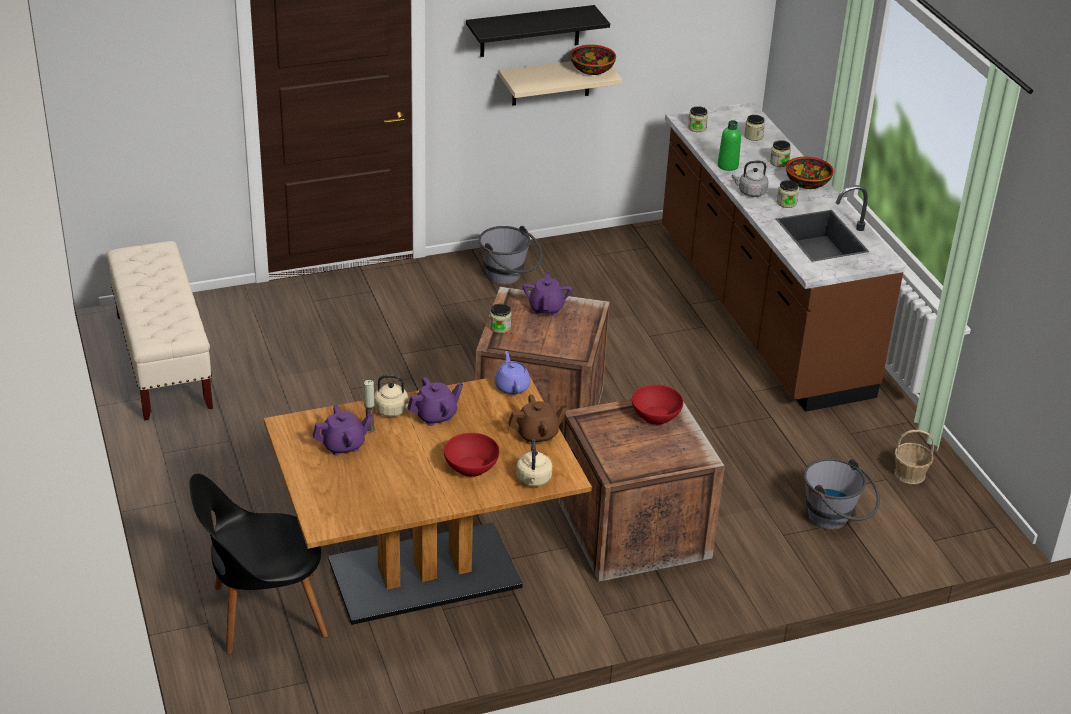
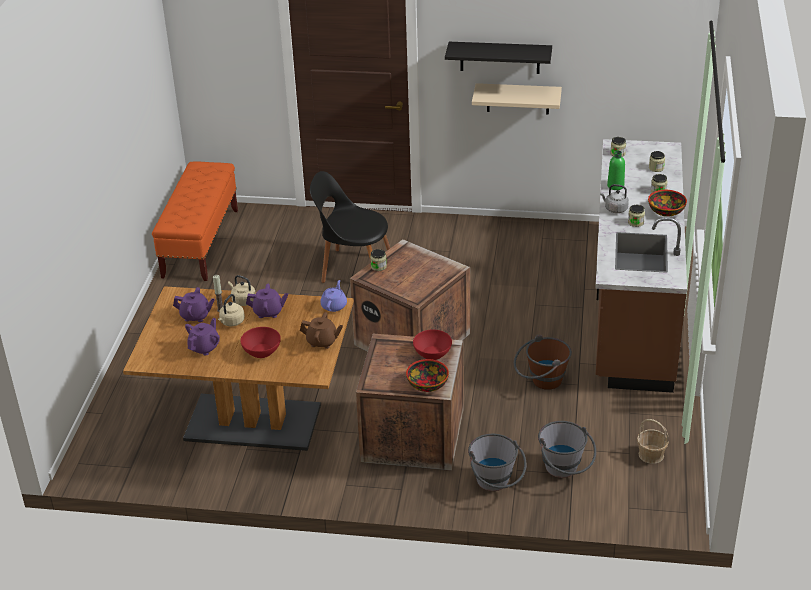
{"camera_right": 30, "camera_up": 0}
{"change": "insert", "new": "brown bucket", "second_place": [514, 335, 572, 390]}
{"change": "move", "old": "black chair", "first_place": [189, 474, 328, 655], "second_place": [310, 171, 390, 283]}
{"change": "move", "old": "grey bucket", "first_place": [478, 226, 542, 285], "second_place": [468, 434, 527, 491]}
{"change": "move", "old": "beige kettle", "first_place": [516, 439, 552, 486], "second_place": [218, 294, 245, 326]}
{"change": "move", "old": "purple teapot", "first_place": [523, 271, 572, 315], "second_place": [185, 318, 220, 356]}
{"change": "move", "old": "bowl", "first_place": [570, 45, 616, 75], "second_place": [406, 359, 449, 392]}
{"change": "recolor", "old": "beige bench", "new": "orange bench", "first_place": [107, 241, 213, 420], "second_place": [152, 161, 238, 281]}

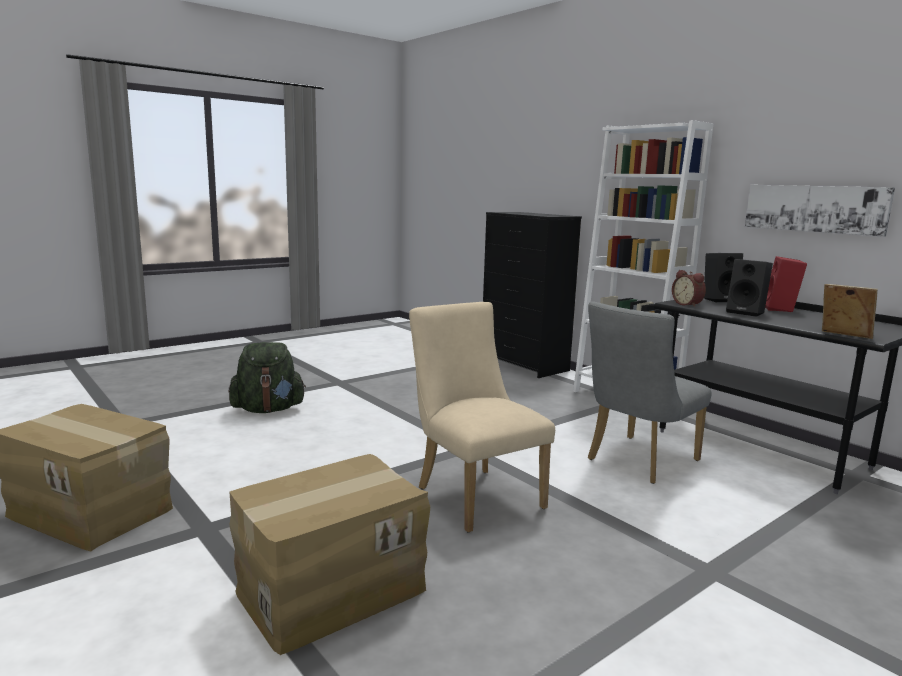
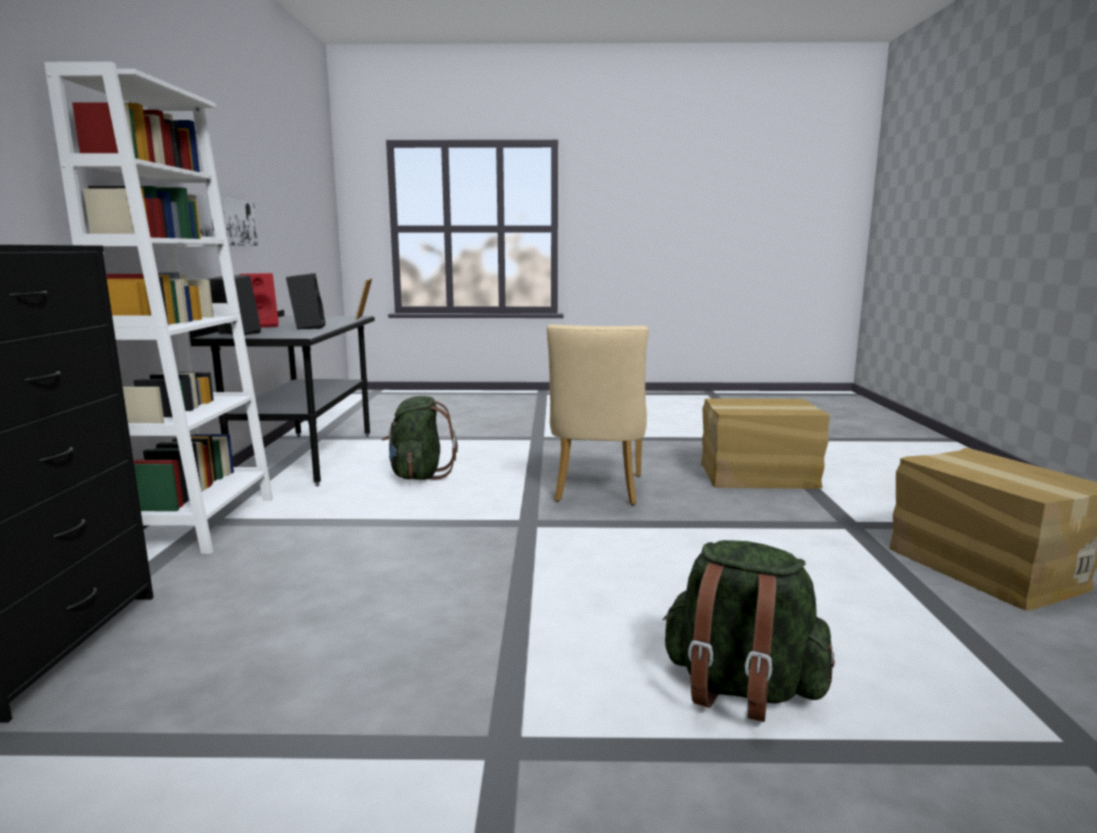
{"camera_right": -140, "camera_up": 0}
{"change": "delete", "old": "alarm clock", "first_place": [672, 270, 706, 307]}
{"change": "replace", "old": "grey chair", "new": "green backpack", "first_place": [588, 301, 712, 484], "second_place": [382, 396, 458, 480]}

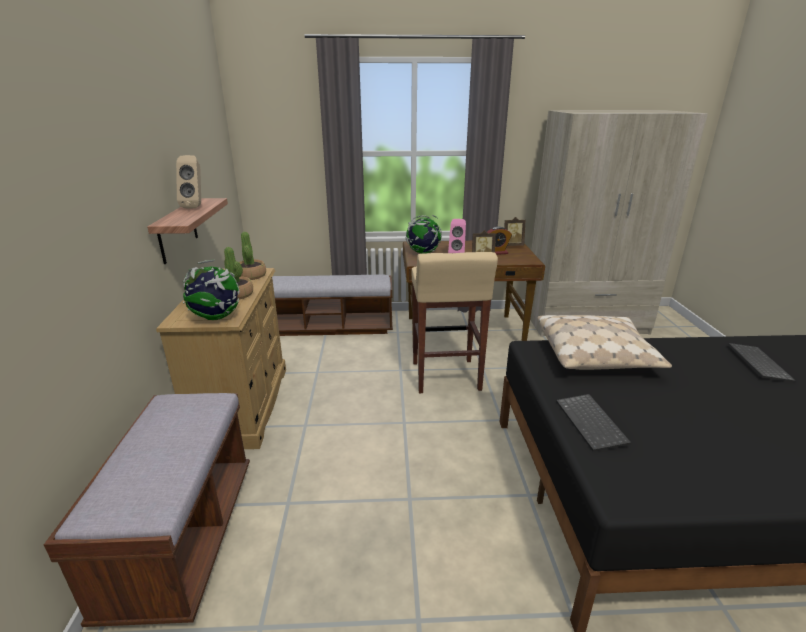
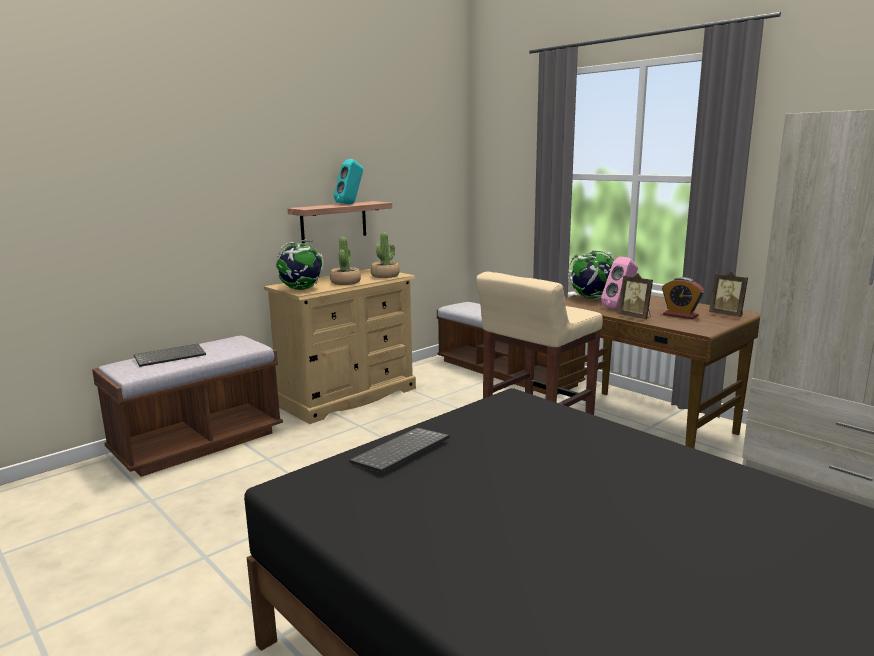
{"camera_right": 50, "camera_up": -10}
{"change": "delete", "old": "beige pillow", "first_place": [537, 315, 672, 370]}
{"change": "move", "old": "keyboard", "first_place": [728, 343, 796, 383], "second_place": [134, 344, 206, 367]}
{"change": "recolor", "old": "beige speaker", "new": "turquoise speaker", "first_place": [176, 155, 201, 209], "second_place": [334, 159, 363, 204]}

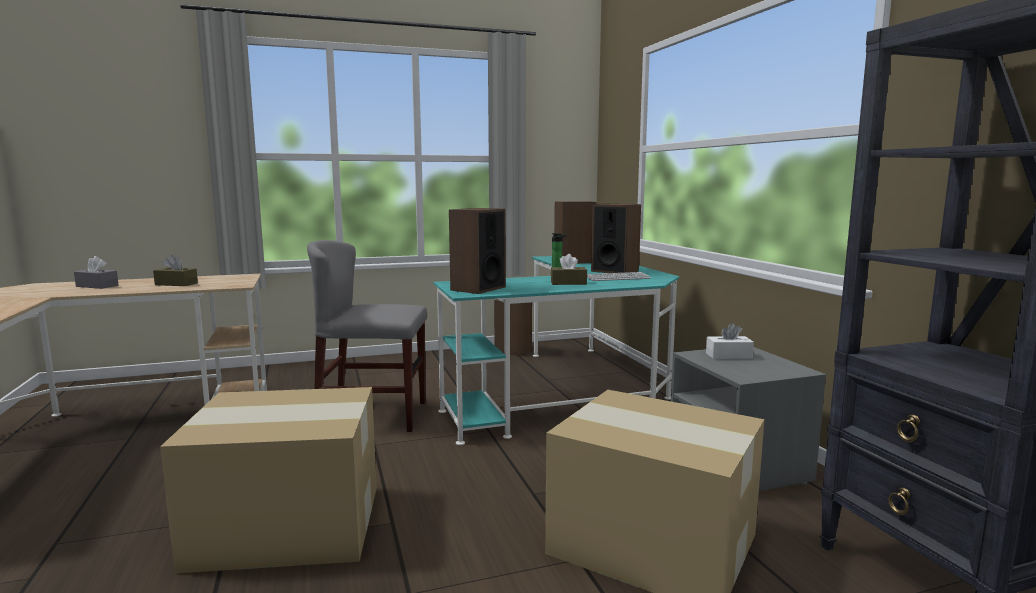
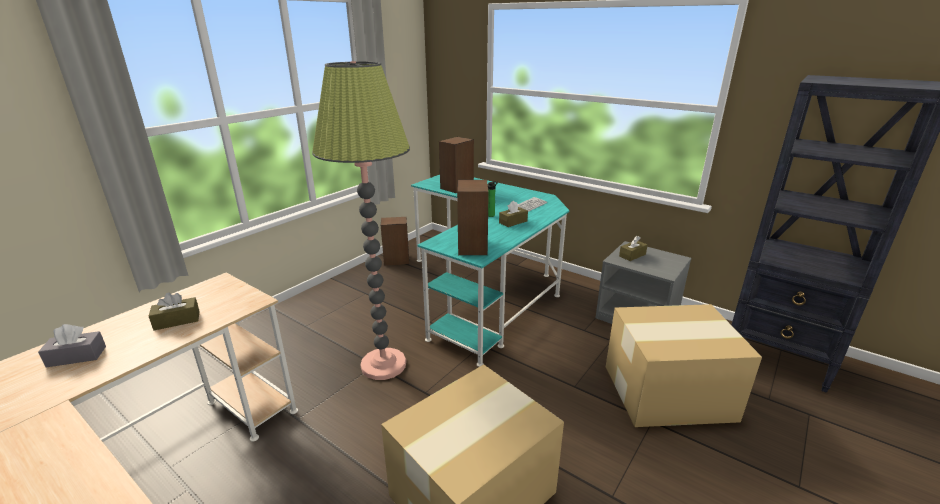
{"camera_right": -35, "camera_up": 15}
{"change": "delete", "old": "speaker", "first_place": [591, 204, 641, 273]}
{"change": "replace", "old": "grey chair", "new": "floor lamp", "first_place": [307, 240, 427, 432], "second_place": [312, 61, 410, 380]}
{"change": "recolor", "old": "white tissue box", "new": "brown tissue box", "first_place": [706, 323, 754, 359], "second_place": [619, 236, 648, 261]}

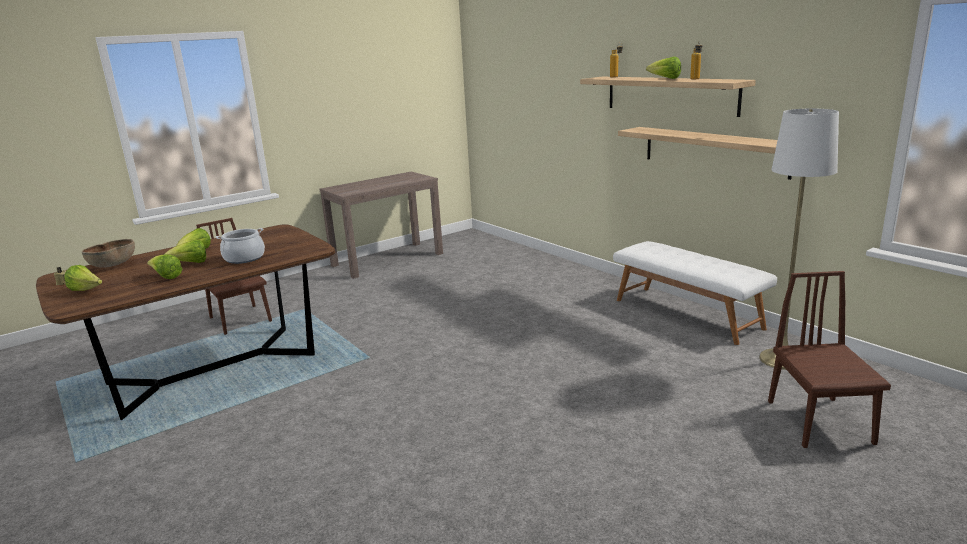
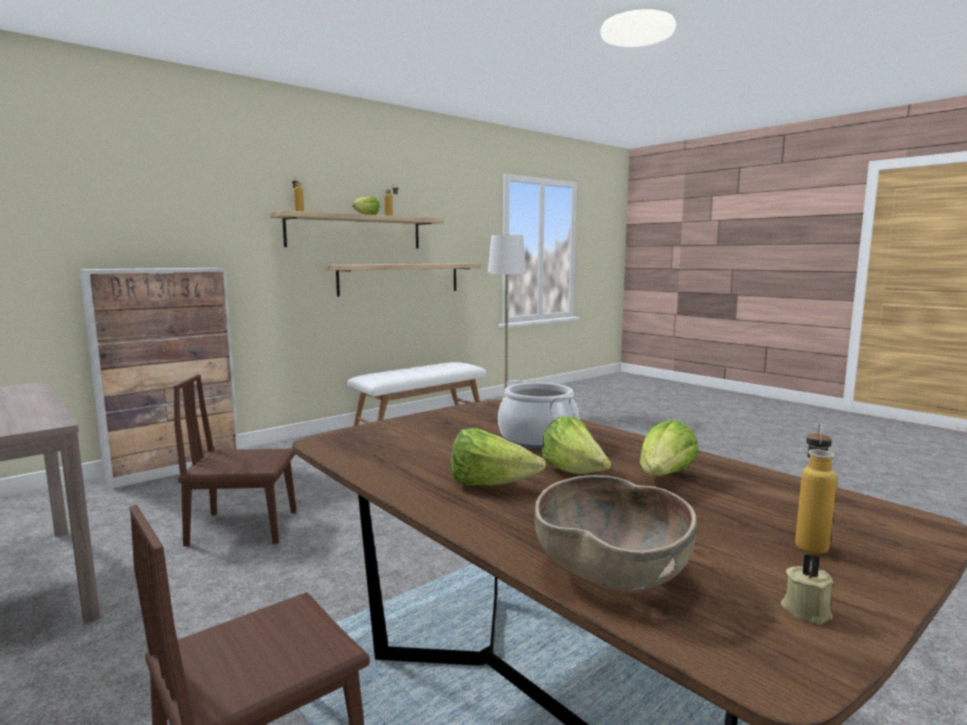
{"camera_right": -95, "camera_up": -10}
{"change": "insert", "new": "cabinet", "second_place": [79, 268, 239, 489]}
{"change": "move", "old": "brown chair", "first_place": [768, 271, 891, 448], "second_place": [174, 374, 296, 546]}
{"change": "replace", "old": "lettuce", "new": "bottle", "first_place": [64, 265, 102, 291], "second_place": [795, 423, 837, 554]}

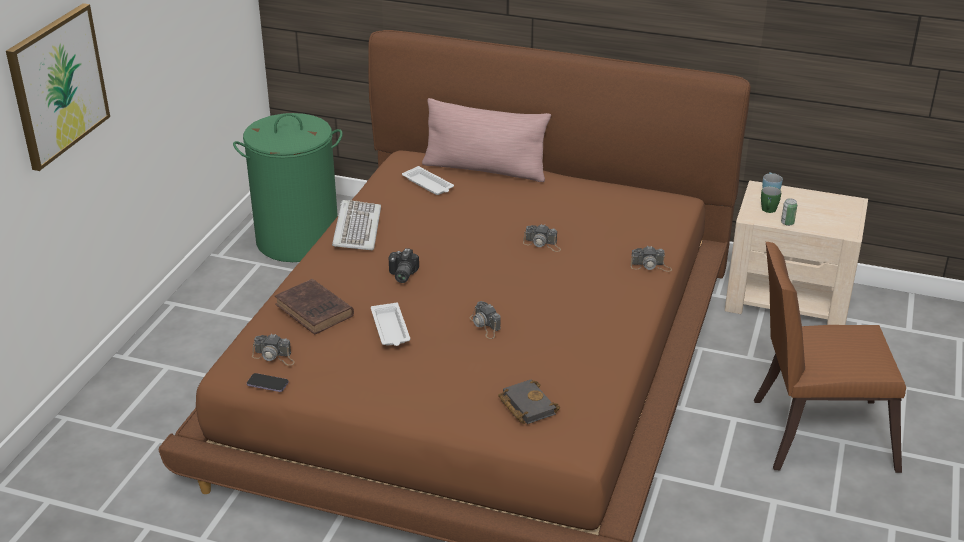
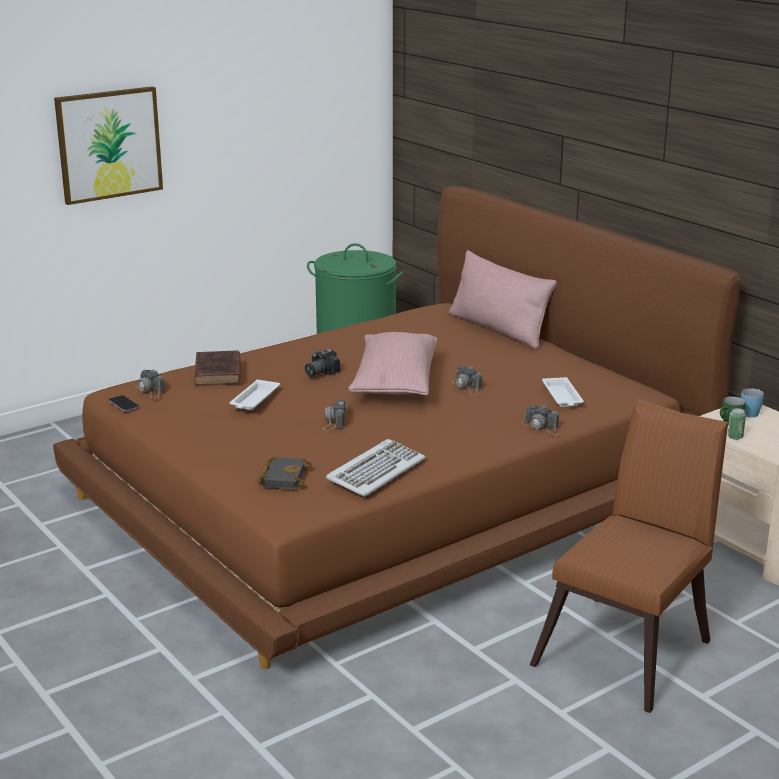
{"camera_right": 35, "camera_up": -10}
{"change": "insert", "new": "pink pillow", "second_place": [348, 332, 437, 396]}
{"change": "move", "old": "keyboard", "first_place": [332, 200, 381, 251], "second_place": [326, 439, 426, 496]}
{"change": "move", "old": "white tray", "first_place": [402, 166, 454, 195], "second_place": [542, 377, 584, 407]}
{"change": "rotate", "old": "brown chair", "first_place": [754, 242, 906, 473], "second_place": [530, 399, 728, 713], "degrees": 90}

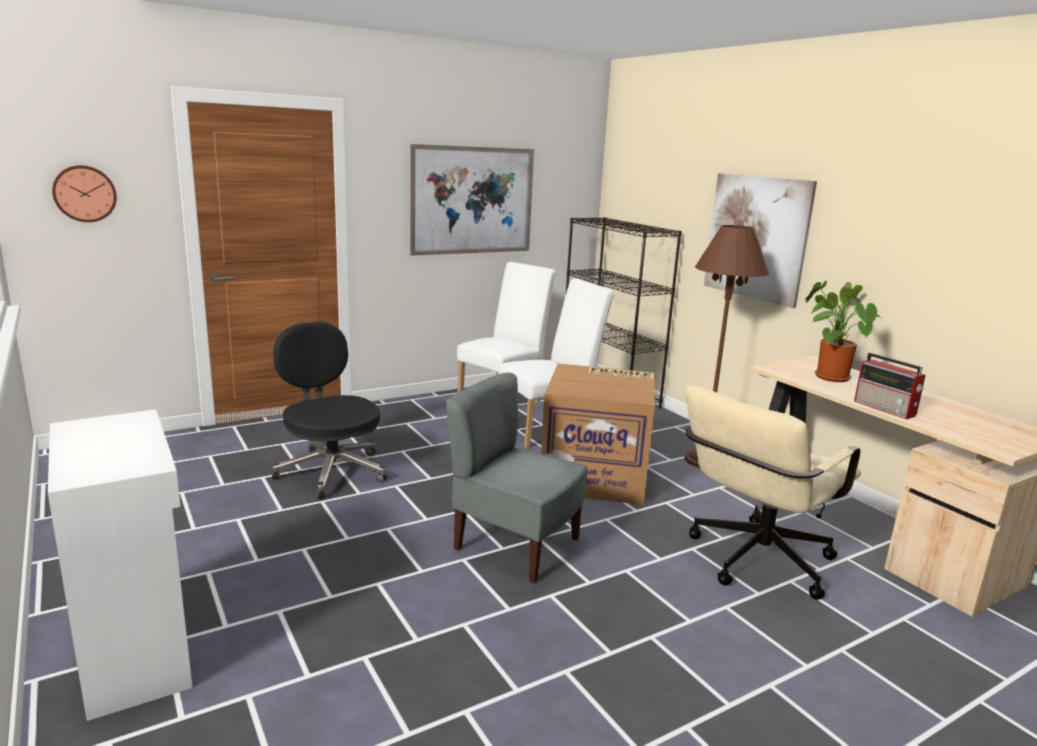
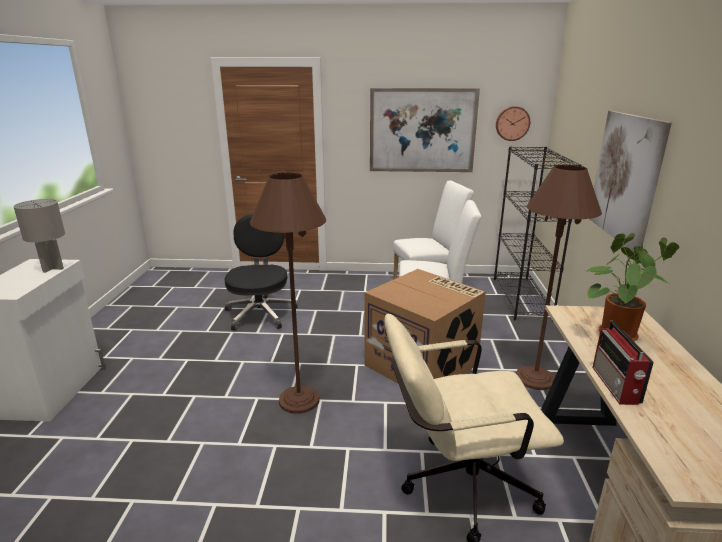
{"camera_right": 35, "camera_up": 5}
{"change": "insert", "new": "grey table lamp", "second_place": [14, 199, 65, 273]}
{"change": "move", "old": "wall clock", "first_place": [52, 165, 117, 222], "second_place": [496, 106, 530, 141]}
{"change": "replace", "old": "grey chair", "new": "brown floor lamp", "first_place": [446, 373, 588, 583], "second_place": [250, 173, 326, 414]}

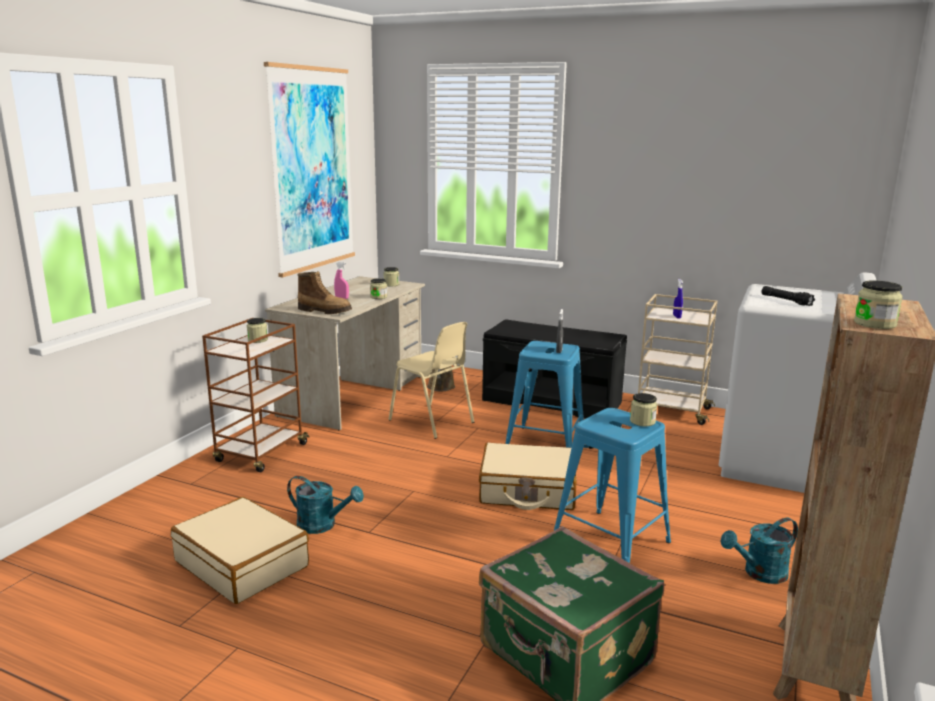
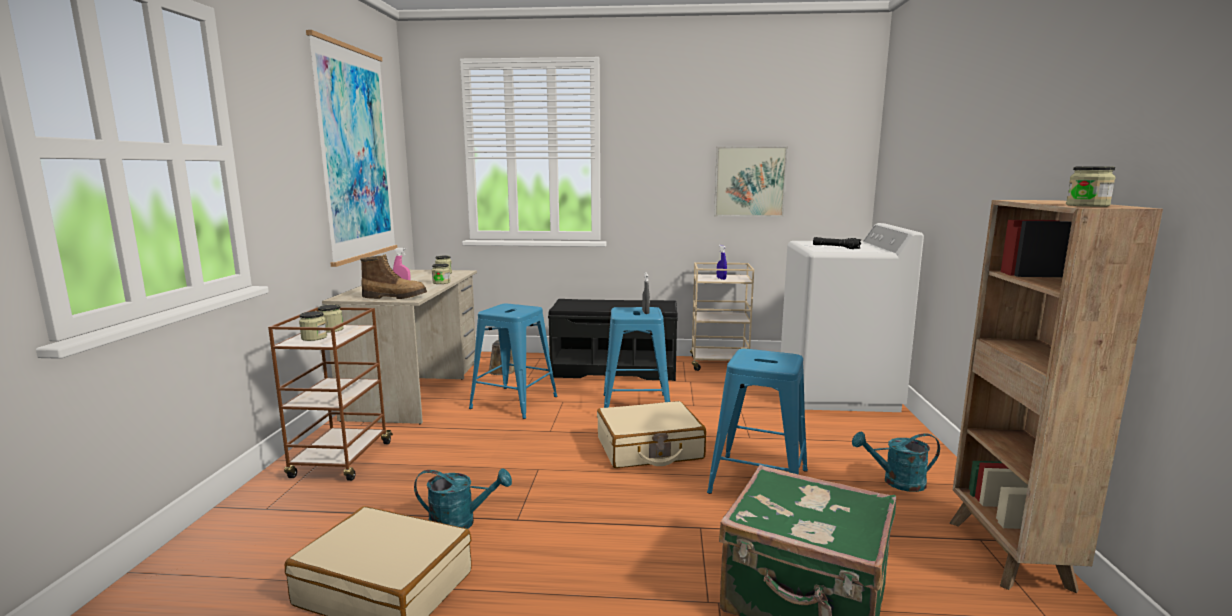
{"camera_right": -20, "camera_up": -5}
{"change": "insert", "new": "picture", "second_place": [714, 146, 788, 217]}
{"change": "move", "old": "jar", "first_place": [630, 393, 657, 426], "second_place": [299, 311, 327, 341]}
{"change": "replace", "old": "beige chair", "new": "blue stool", "first_place": [388, 322, 474, 439], "second_place": [469, 304, 557, 419]}
{"change": "rotate", "old": "turquoise watering can", "first_place": [720, 518, 798, 584], "second_place": [852, 432, 940, 492], "degrees": 45}

